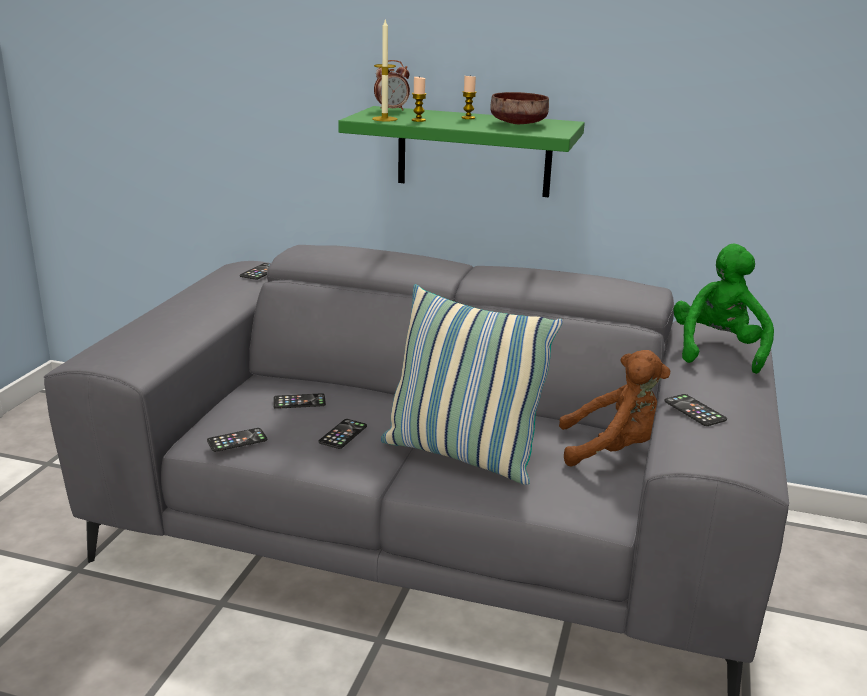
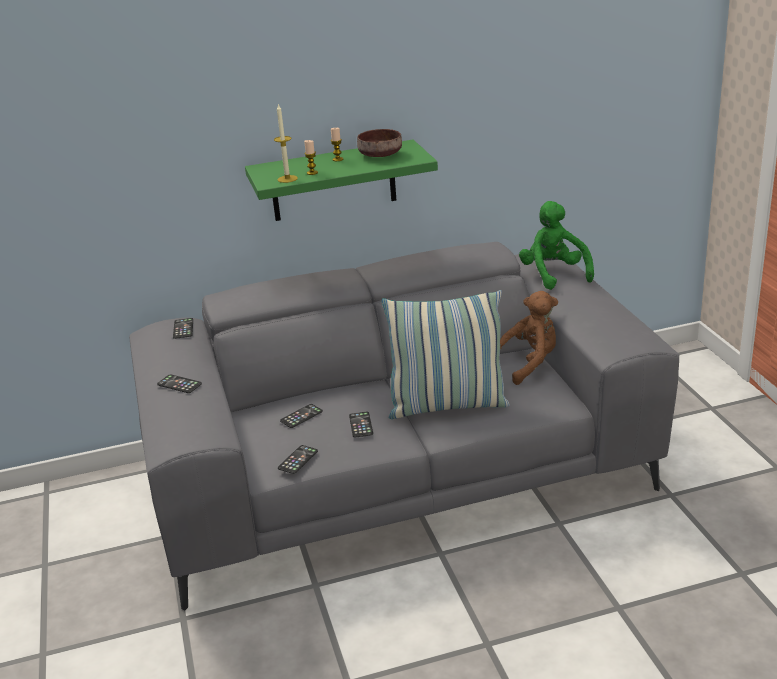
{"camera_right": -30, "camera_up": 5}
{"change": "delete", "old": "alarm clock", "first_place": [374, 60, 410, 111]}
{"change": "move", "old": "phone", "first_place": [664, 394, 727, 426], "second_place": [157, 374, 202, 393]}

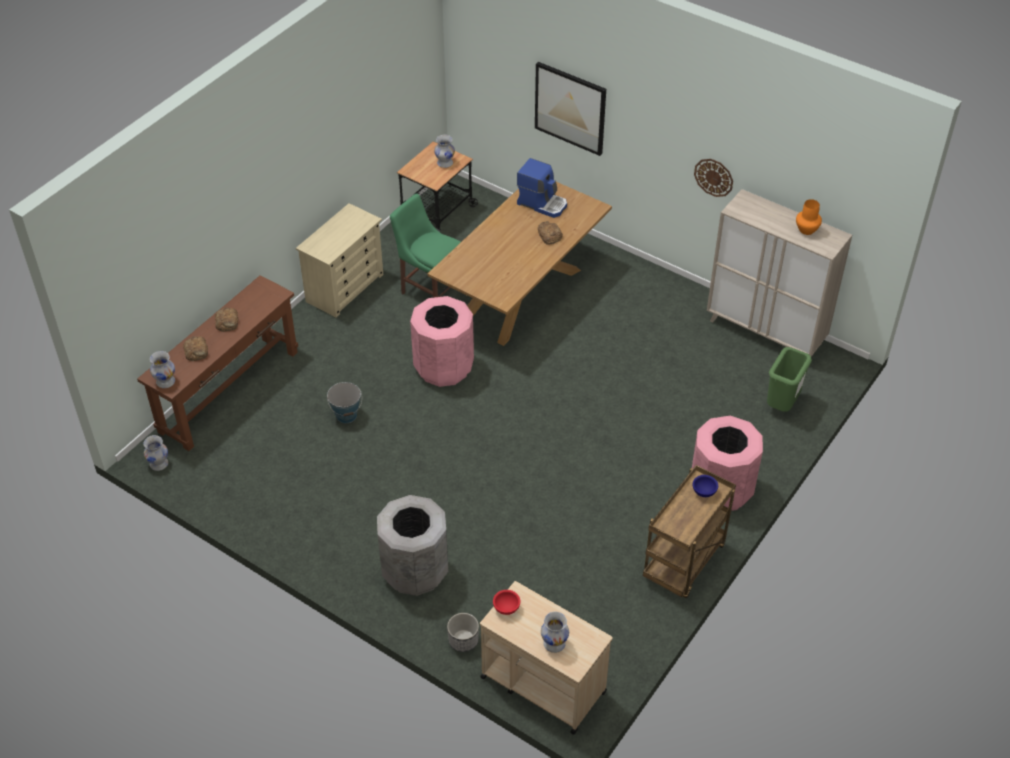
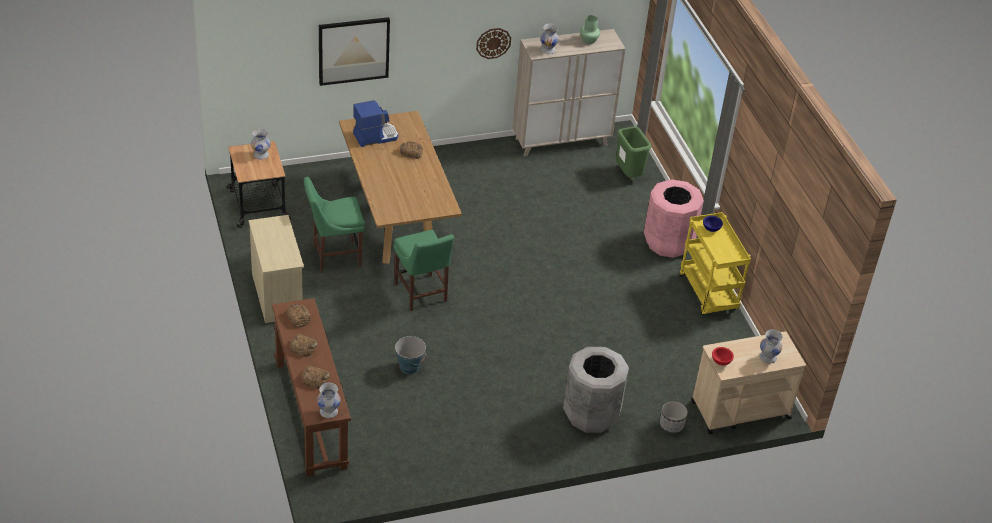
{"camera_right": -55, "camera_up": -5}
{"change": "insert", "new": "bread", "second_place": [286, 304, 311, 328]}
{"change": "move", "old": "white vase", "first_place": [143, 435, 168, 471], "second_place": [540, 24, 559, 54]}
{"change": "replace", "old": "pink trash can", "new": "green chair", "first_place": [410, 296, 474, 387], "second_place": [393, 230, 454, 311]}
{"change": "recolor", "old": "brown cart", "new": "yellow cart", "first_place": [643, 465, 736, 598], "second_place": [679, 212, 751, 315]}
{"change": "recolor", "old": "orange vase", "new": "green vase", "first_place": [796, 199, 822, 235], "second_place": [580, 15, 600, 44]}

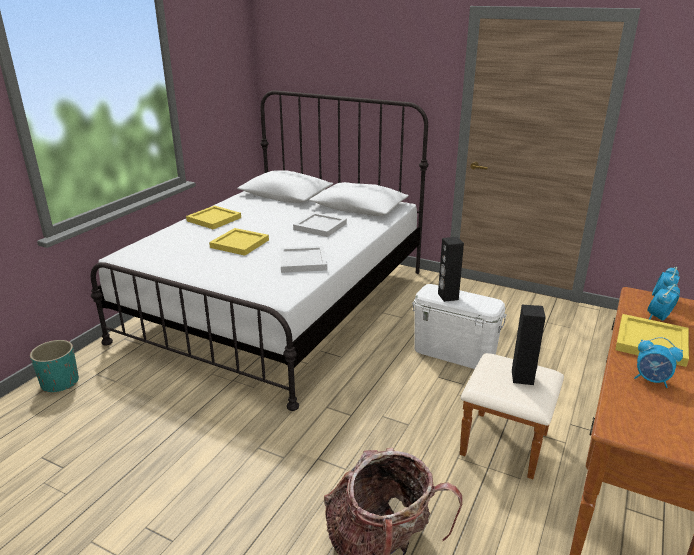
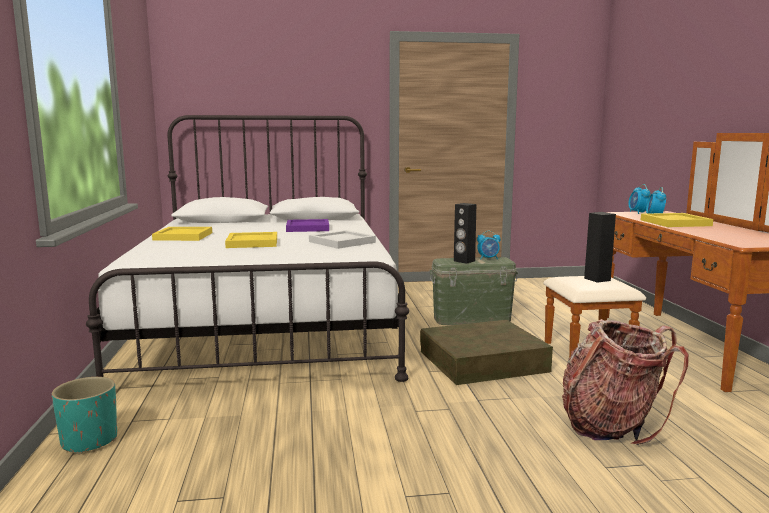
{"camera_right": -35, "camera_up": -15}
{"change": "insert", "new": "brown storage box", "second_place": [420, 320, 553, 385]}
{"change": "move", "old": "alarm clock", "first_place": [634, 337, 683, 388], "second_place": [477, 231, 501, 260]}
{"change": "recolor", "old": "white tray", "new": "purple tray", "first_place": [293, 212, 347, 237], "second_place": [286, 219, 329, 232]}
{"change": "recolor", "old": "white storage box", "new": "green storage box", "first_place": [412, 284, 507, 369], "second_place": [429, 257, 518, 325]}

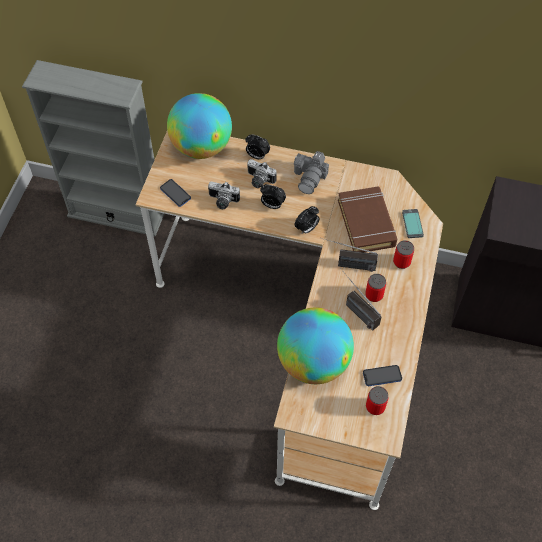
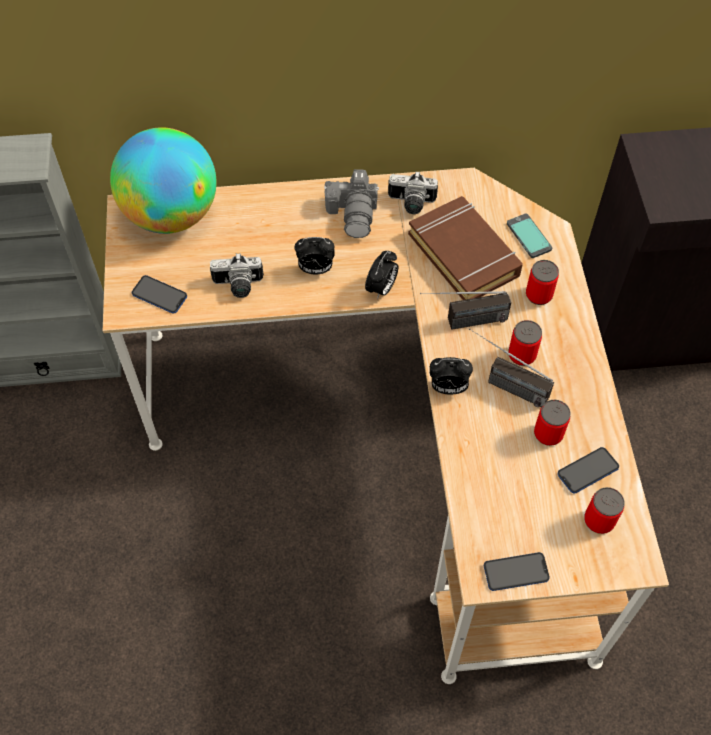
{"camera_right": -20, "camera_up": 0}
{"change": "delete", "old": "globe", "first_place": [277, 307, 354, 384]}
{"change": "insert", "new": "phone", "second_place": [484, 552, 550, 591]}
{"change": "insert", "new": "can", "second_place": [534, 400, 570, 446]}
{"change": "move", "old": "alarm clock", "first_place": [245, 134, 270, 160], "second_place": [430, 357, 473, 395]}
{"change": "move", "old": "photo camera", "first_place": [247, 159, 277, 188], "second_place": [388, 172, 438, 214]}

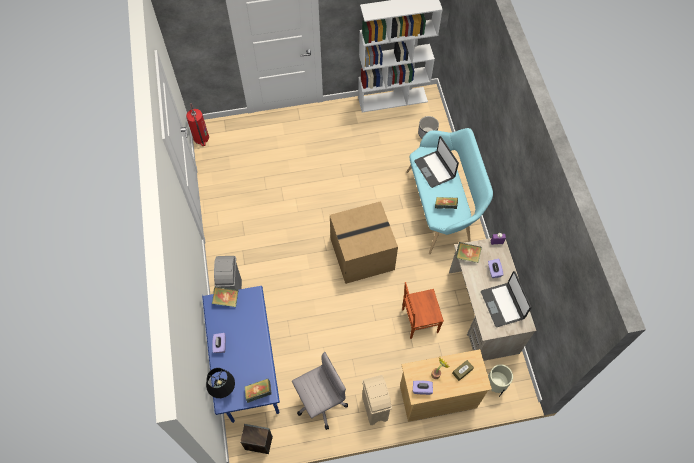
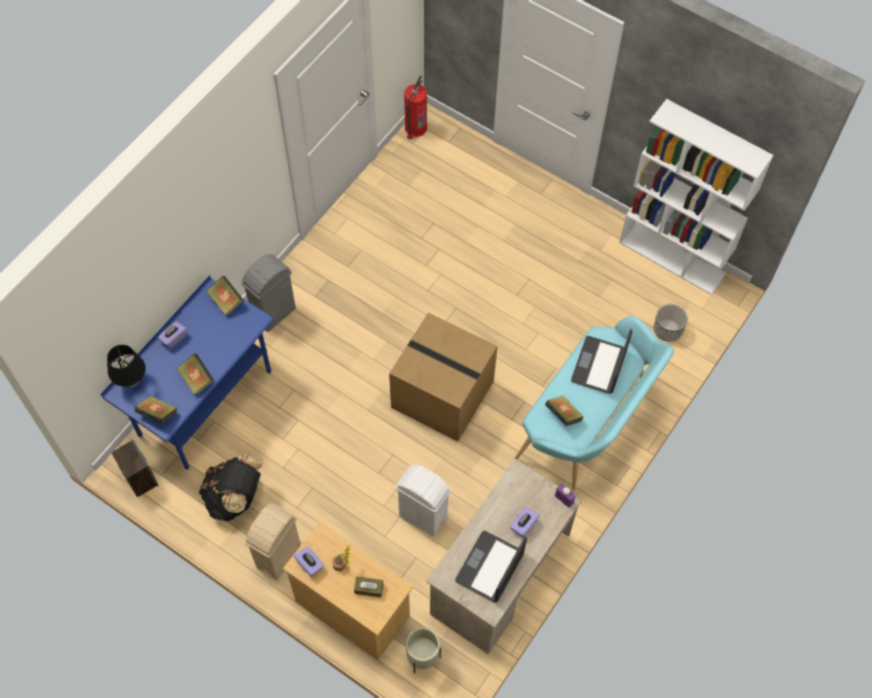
{"camera_right": 45, "camera_up": 0}
{"change": "move", "old": "book", "first_place": [455, 242, 482, 263], "second_place": [177, 354, 214, 395]}
{"change": "replace", "old": "grey office chair", "new": "black backpack", "first_place": [292, 352, 348, 430], "second_place": [199, 453, 263, 521]}
{"change": "replace", "old": "brown chair", "new": "white trash can", "first_place": [402, 282, 444, 339], "second_place": [395, 465, 451, 537]}

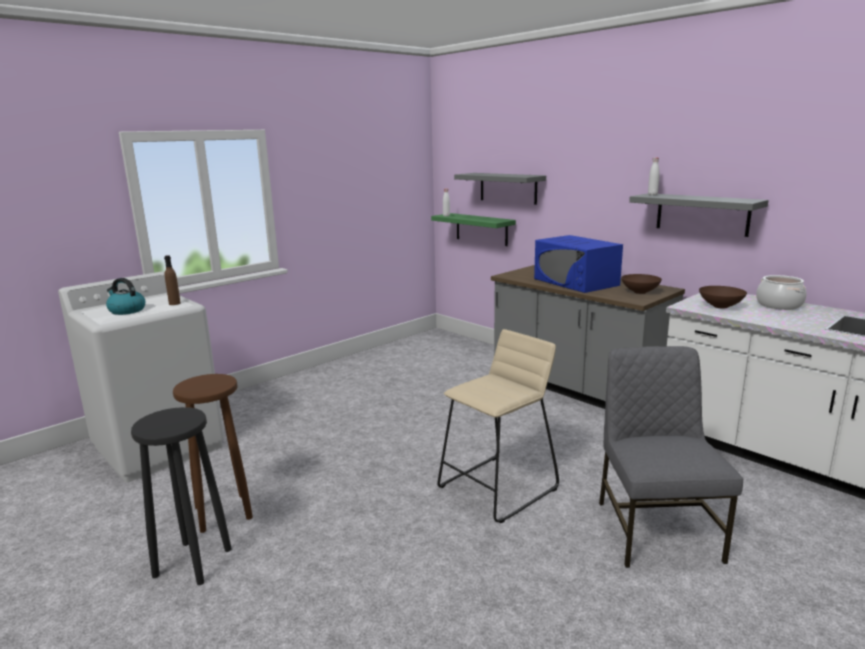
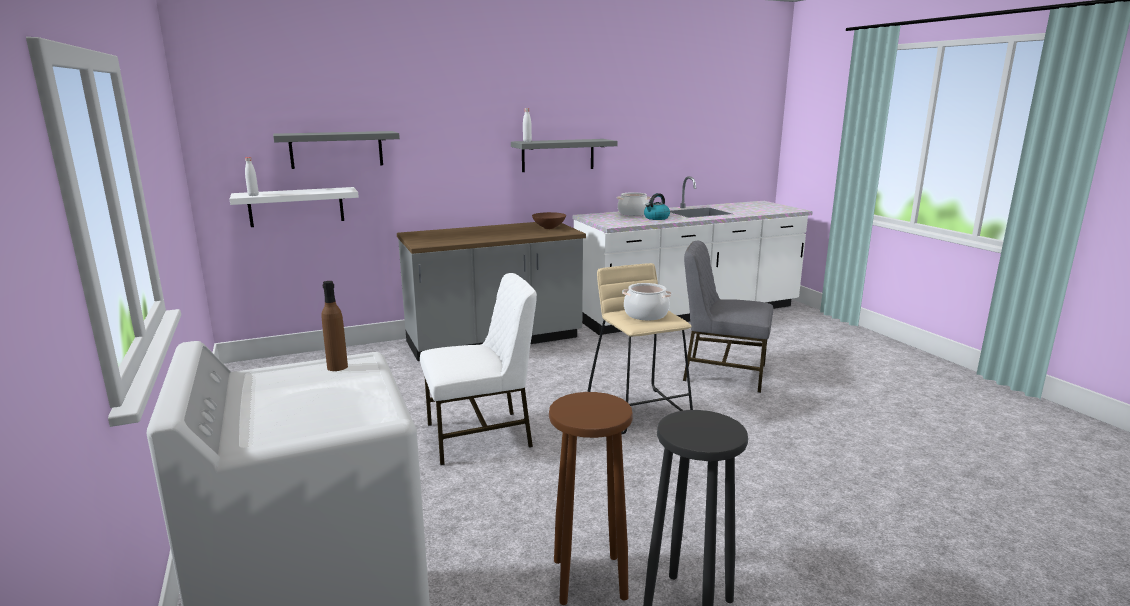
{"camera_right": -70, "camera_up": 0}
{"change": "delete", "old": "blue microwave", "first_place": [534, 235, 623, 293]}
{"change": "delete", "old": "brown bowl", "first_place": [699, 286, 747, 309]}
{"change": "insert", "new": "white chair", "second_place": [420, 273, 537, 465]}
{"change": "insert", "new": "cooking pot", "second_place": [622, 283, 672, 320]}
{"change": "move", "old": "kettle", "first_place": [106, 278, 145, 315], "second_place": [644, 193, 670, 220]}
{"change": "recolor", "old": "green shelf", "new": "white shelf", "first_place": [431, 213, 516, 246], "second_place": [230, 187, 359, 227]}

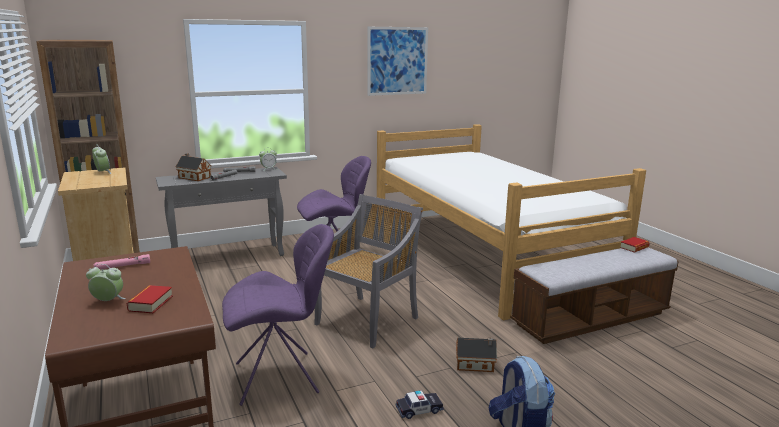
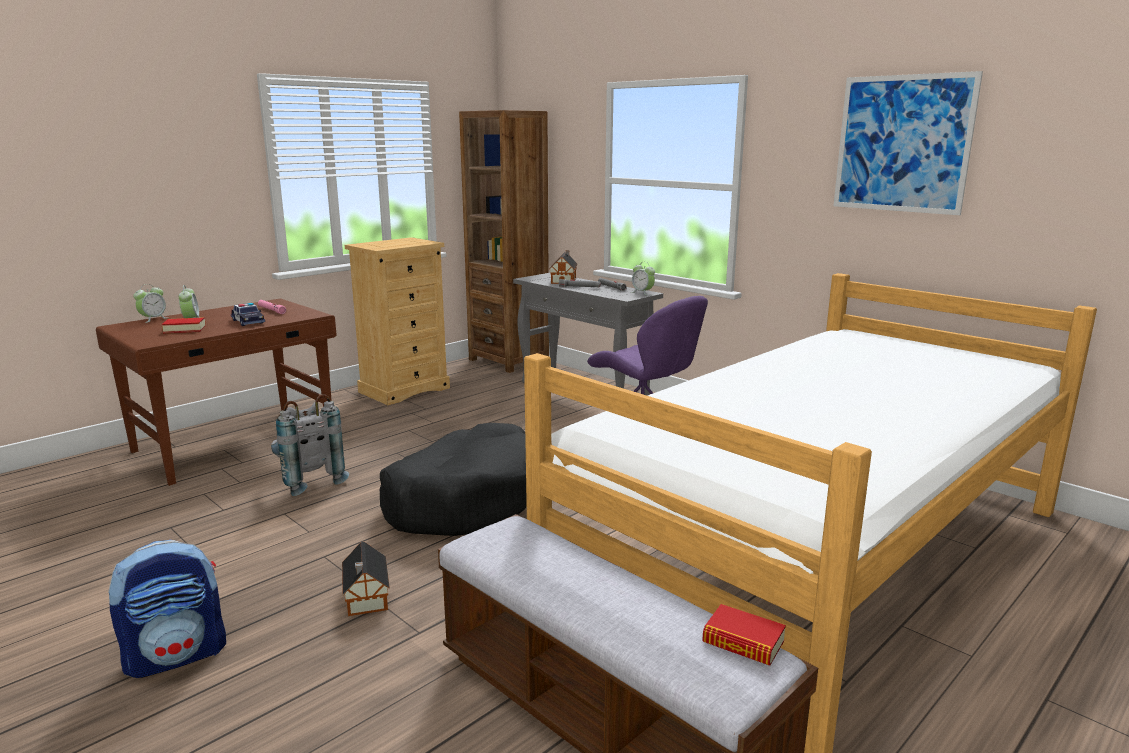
{"camera_right": 70, "camera_up": 0}
{"change": "move", "old": "alarm clock", "first_place": [92, 144, 111, 174], "second_place": [133, 284, 166, 323]}
{"change": "move", "old": "toy car", "first_place": [396, 390, 444, 419], "second_place": [231, 303, 265, 326]}
{"change": "replace", "old": "purple chair", "new": "grey backpack", "first_place": [222, 224, 334, 406], "second_place": [271, 394, 349, 496]}
{"change": "replace", "old": "grey chair", "new": "black dog bed", "first_place": [314, 194, 423, 348], "second_place": [380, 423, 527, 536]}

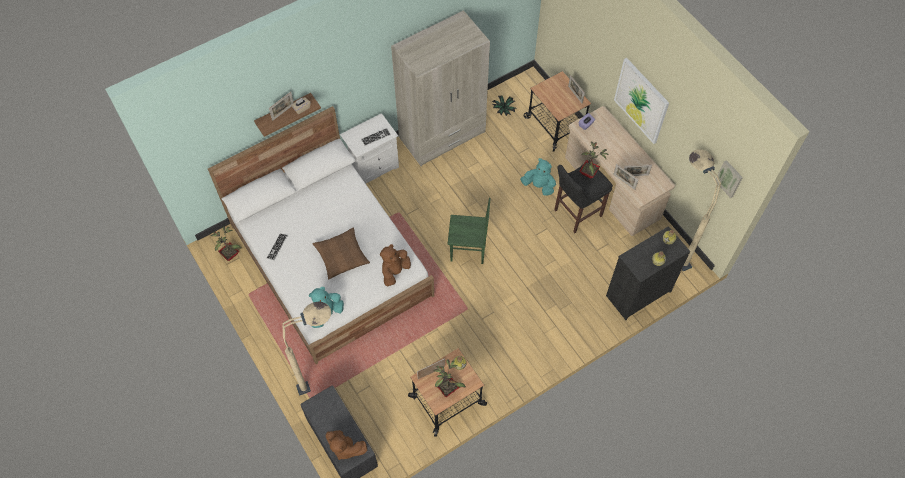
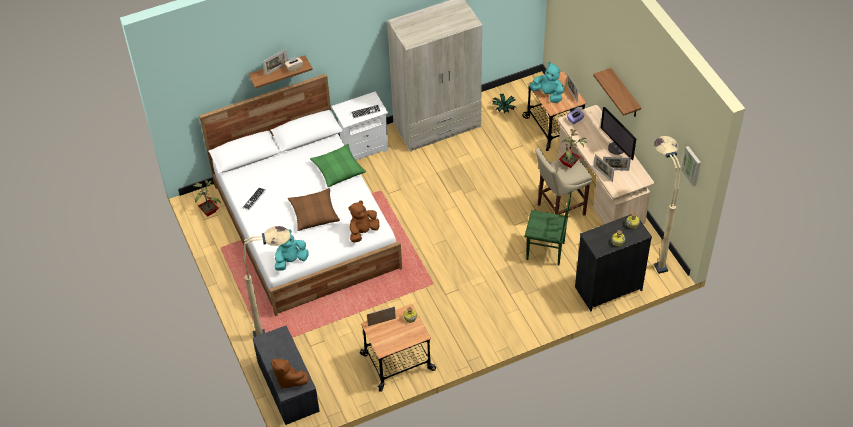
{"camera_right": 10, "camera_up": -10}
{"change": "delete", "old": "potted plant", "first_place": [433, 359, 466, 397]}
{"change": "insert", "new": "green pillow", "second_place": [310, 144, 366, 187]}
{"change": "insert", "new": "monitor", "second_place": [601, 107, 636, 161]}
{"change": "move", "old": "green chair", "first_place": [448, 198, 491, 264], "second_place": [525, 190, 572, 265]}
{"change": "move", "old": "turquoise plush toy", "first_place": [520, 158, 556, 196], "second_place": [529, 62, 564, 103]}
{"change": "replace", "old": "picture", "new": "shelf", "first_place": [614, 58, 669, 144], "second_place": [593, 68, 641, 117]}
{"change": "recolor", "old": "black stool", "new": "beige stool", "first_place": [554, 165, 613, 233], "second_place": [535, 148, 592, 216]}

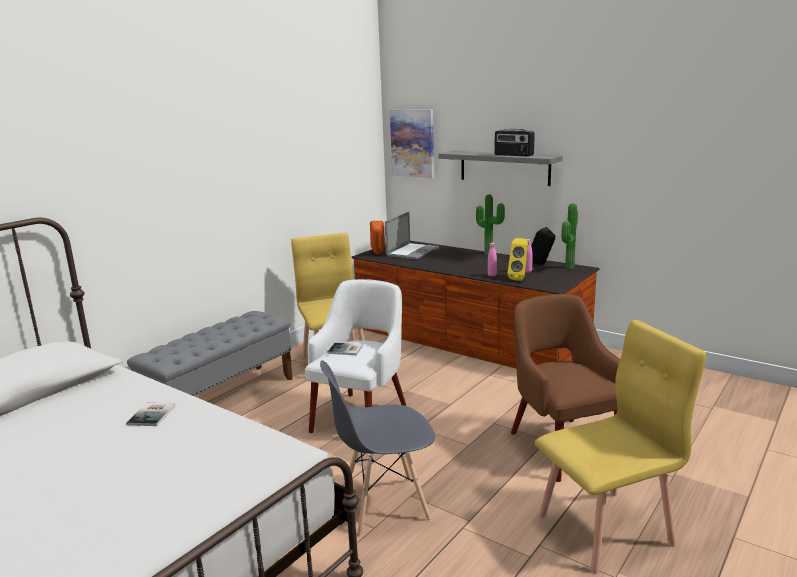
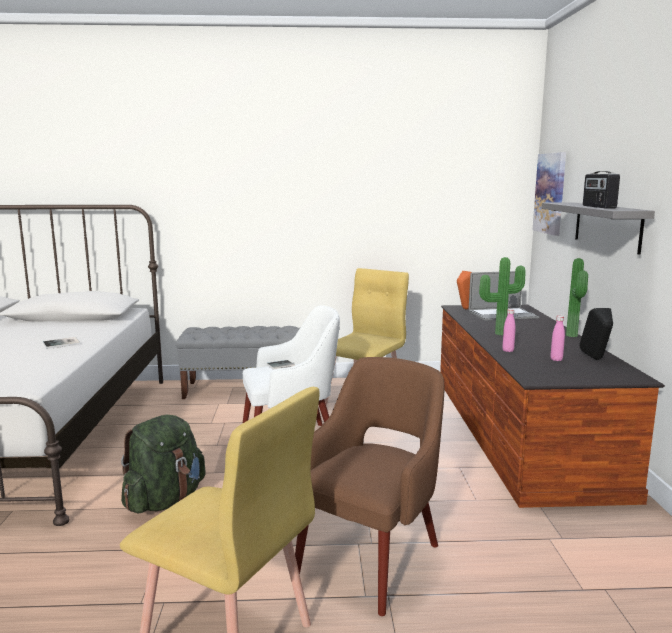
{"camera_right": 50, "camera_up": -5}
{"change": "delete", "old": "yellow speaker", "first_place": [507, 238, 528, 281]}
{"change": "move", "old": "potted plant", "first_place": [561, 203, 578, 269], "second_place": [479, 257, 526, 335]}
{"change": "replace", "old": "grey chair", "new": "green backpack", "first_place": [320, 360, 435, 536], "second_place": [121, 415, 206, 514]}

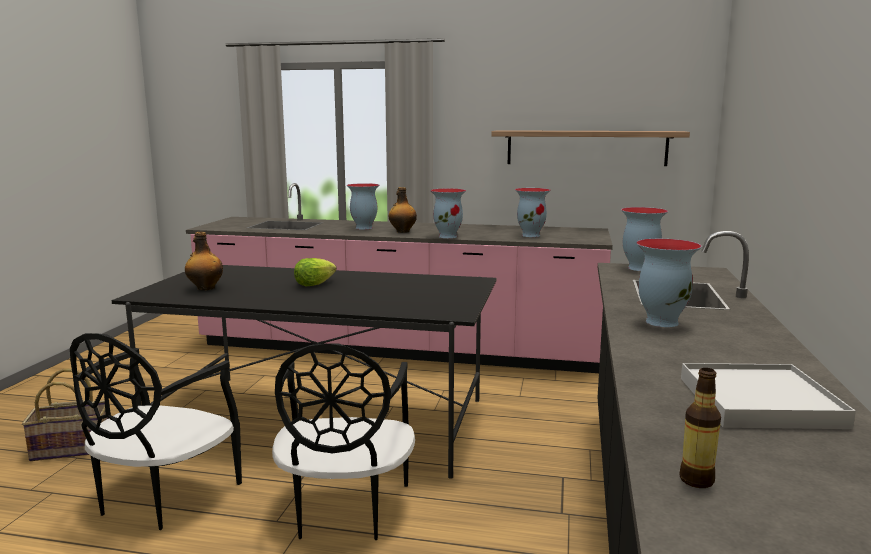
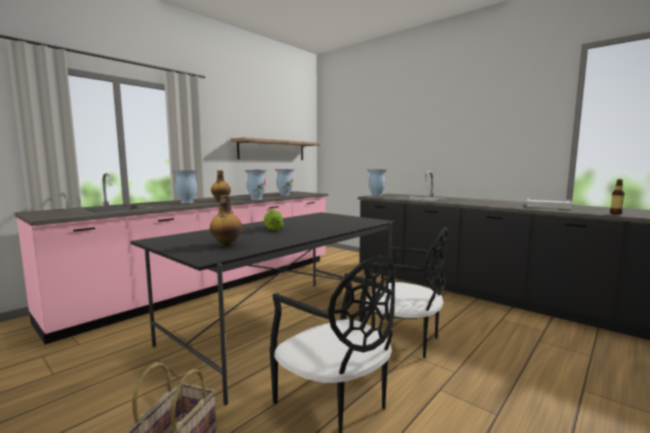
{"camera_right": -60, "camera_up": -5}
{"change": "delete", "old": "vase", "first_place": [636, 239, 702, 327]}

